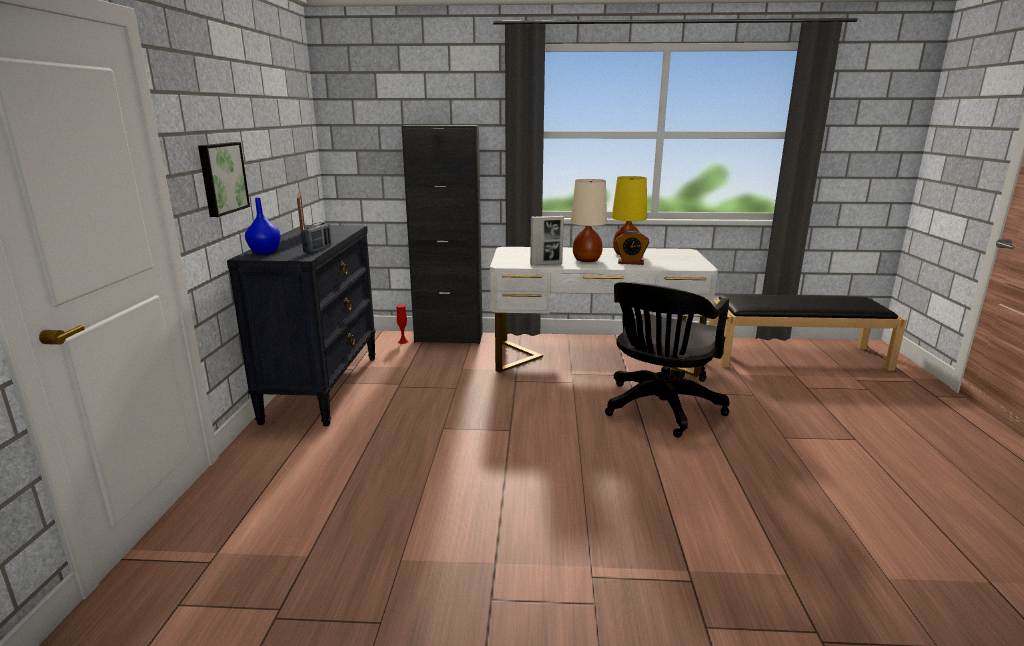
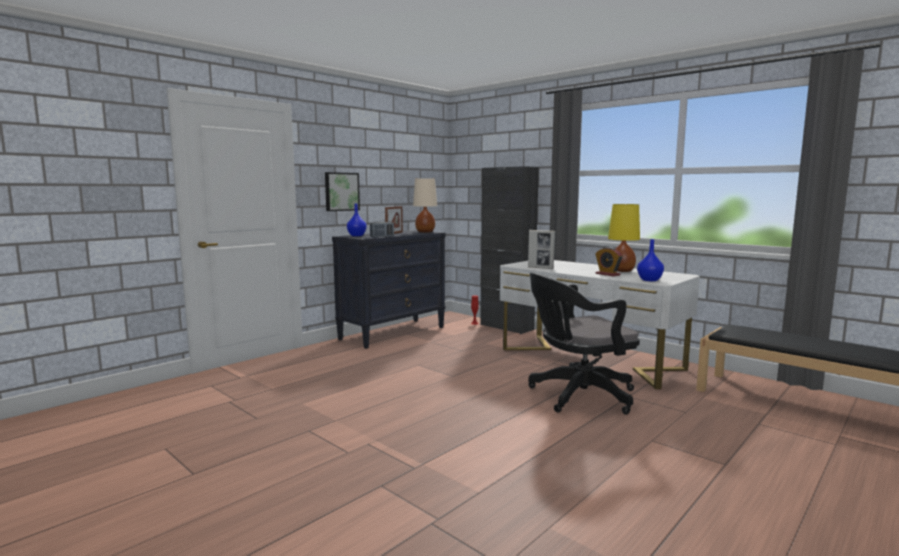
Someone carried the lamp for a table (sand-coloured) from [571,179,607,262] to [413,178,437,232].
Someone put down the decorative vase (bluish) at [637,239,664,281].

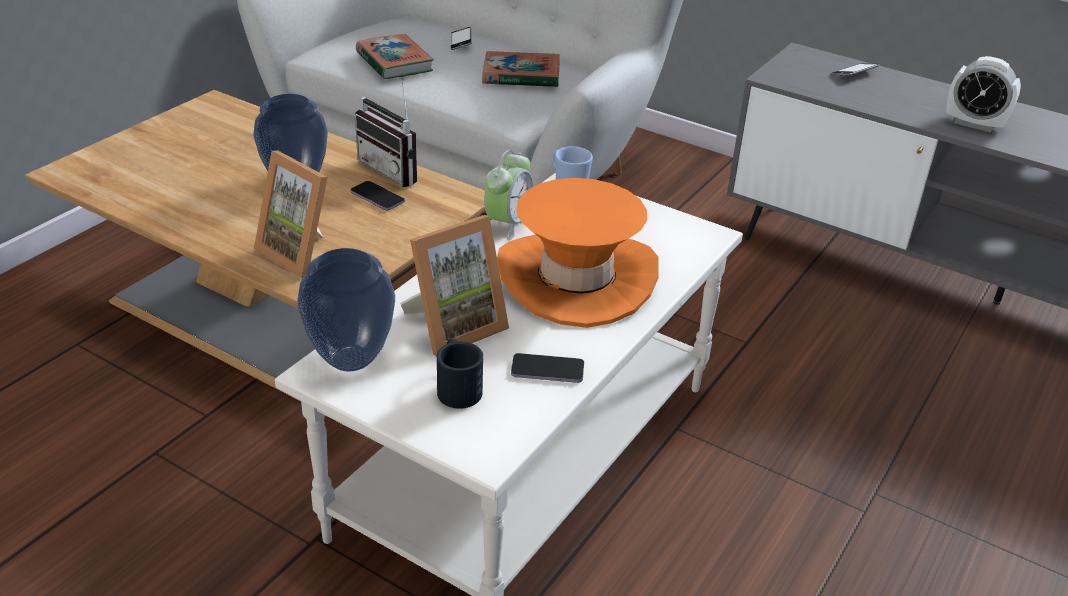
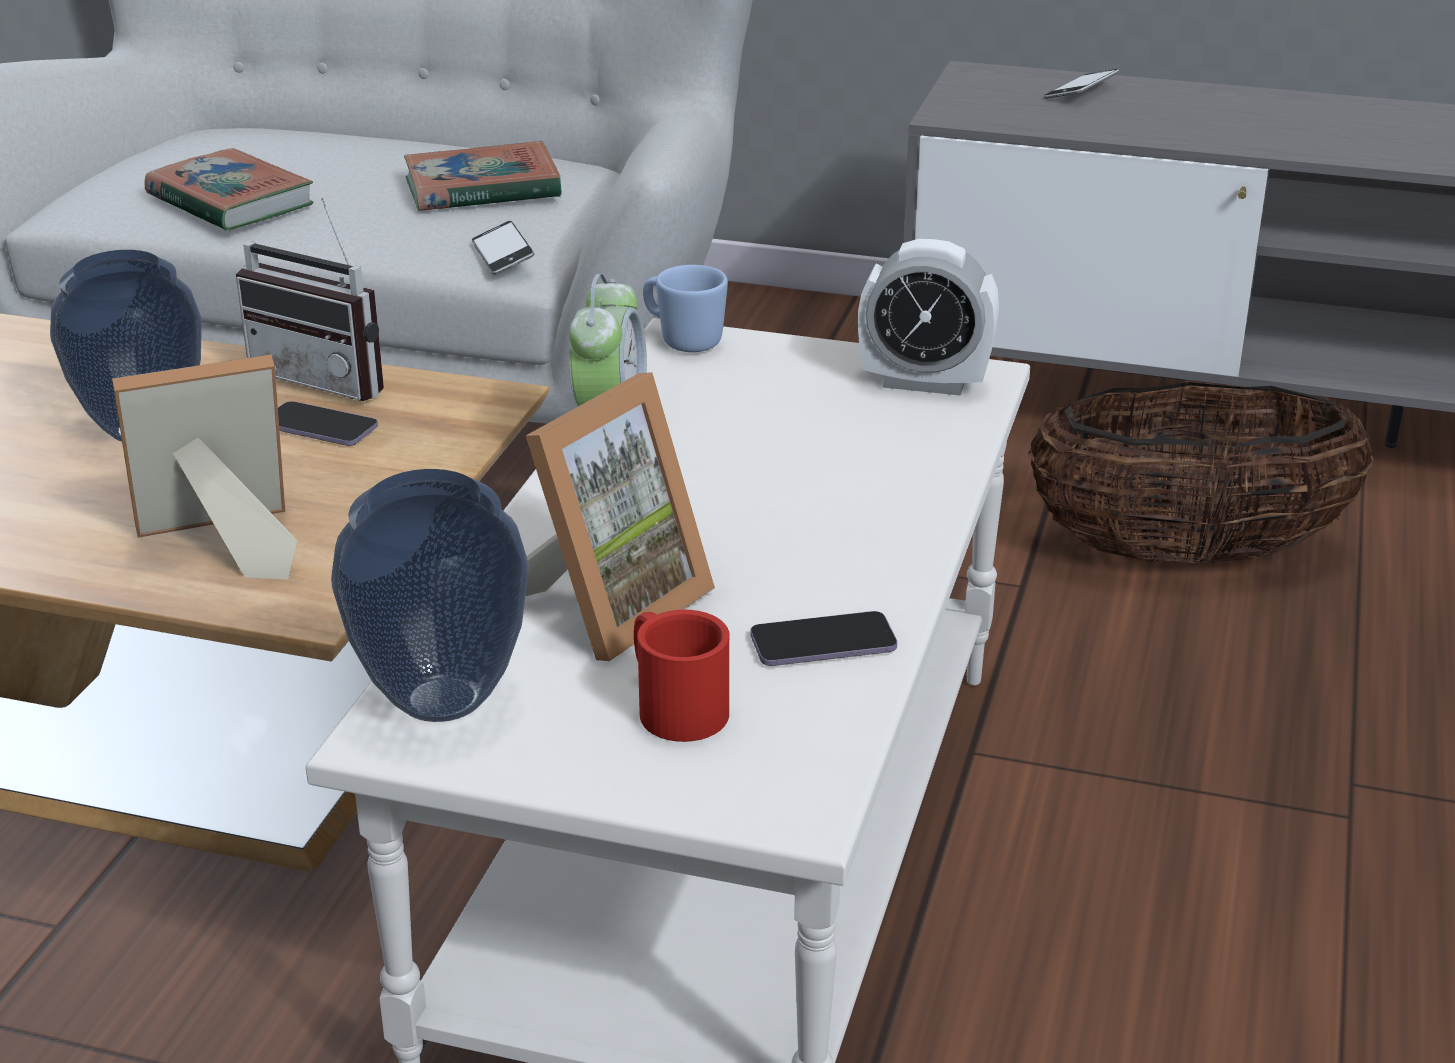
Someone rotated the photo frame at [254,151,328,278] by 135 degrees clockwise.
Someone carried the telephone from [451,27,471,50] to [472,221,534,274].
Someone repainted the coffee mug (blackish) at [437,338,483,409], which became the coffee mug (red) at [634,609,730,742].
Someone carried the bedside clock from [946,56,1021,133] to [858,239,999,396].
Someone put down the storage basket at [1028,382,1374,564].
Someone took away the wearable hat (orange-coloured) at [497,178,659,328].

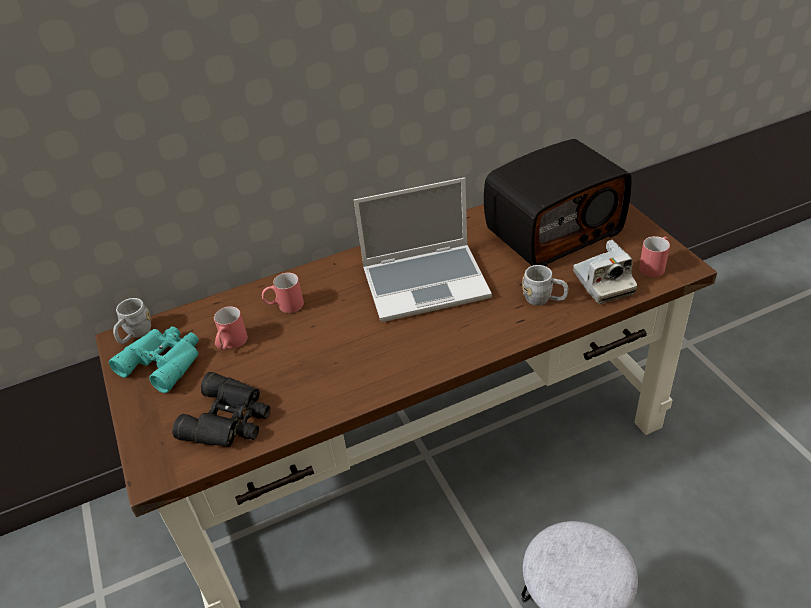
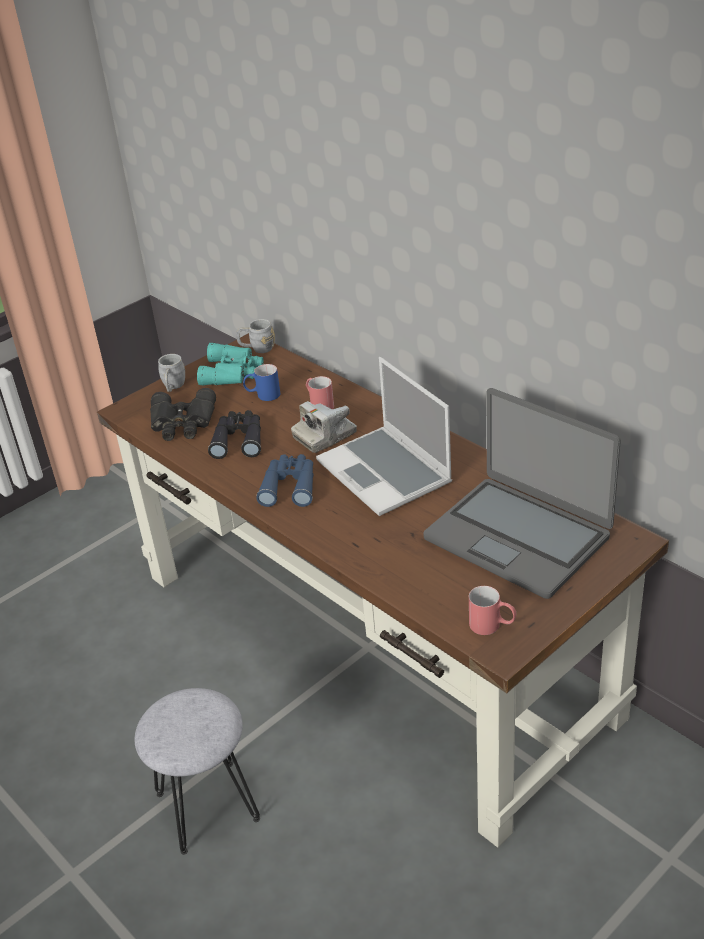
Someone carried the coffee mug (gray) from [522,265,568,306] to [158,354,185,392].
Someone put down the field glasses (blackish) at [208,410,261,459].
Someone repainted the coffee mug (red) at [214,306,248,350], which became the coffee mug (bluish) at [243,364,280,401].
Someone put down the field glasses (bluish) at [256,454,313,507].
Someone carried the still camera from [573,240,637,304] to [291,401,357,453].
Someone swapped the radio at [484,139,632,267] for the portable computer at [423,388,621,599].

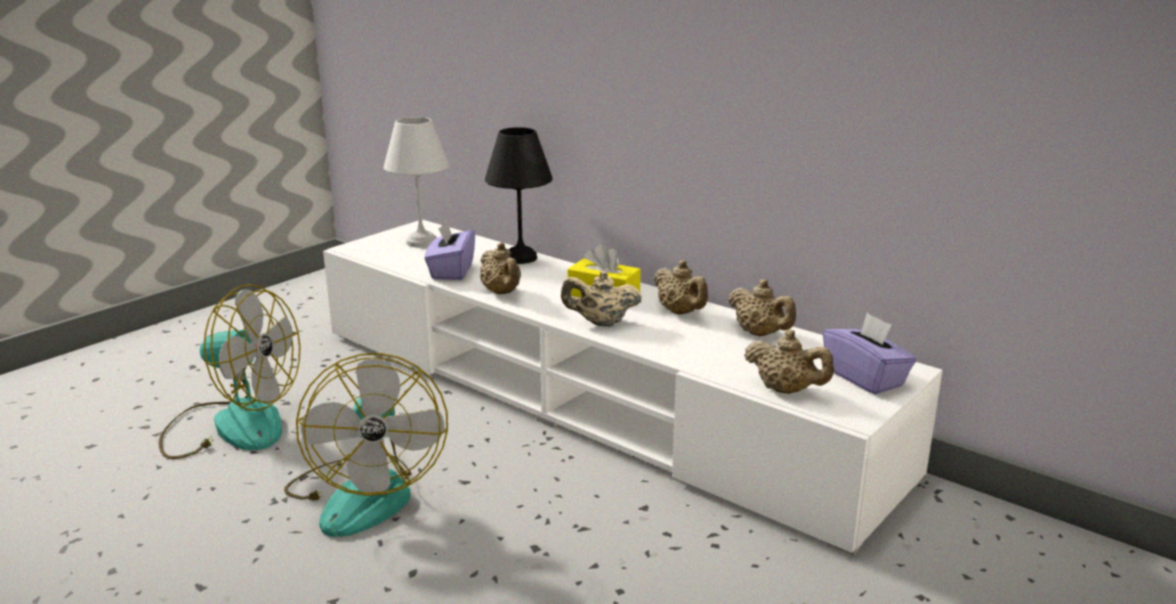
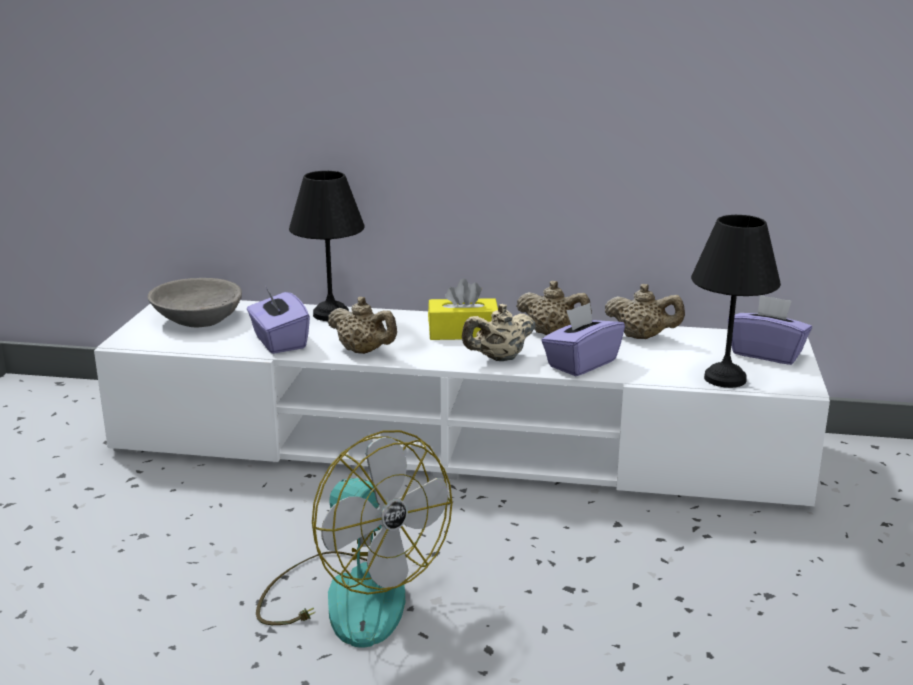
Someone swapped the lamp for a table (white) at [384,117,449,248] for the deep dish (gray) at [148,278,242,328].
Someone put down the tissue box (purple) at [541,303,625,376].
Someone swapped the tea pot (sand-coloured) at [744,330,834,394] for the lamp for a table (blackish) at [691,215,781,388].
Someone took away the fan at [159,284,300,459].

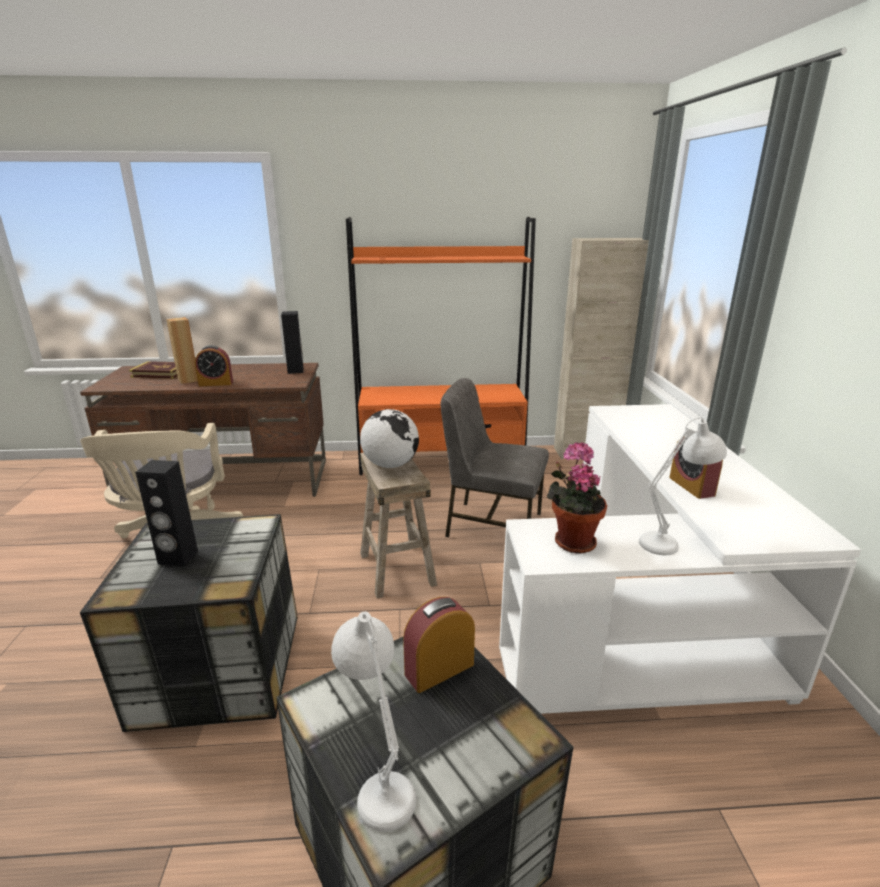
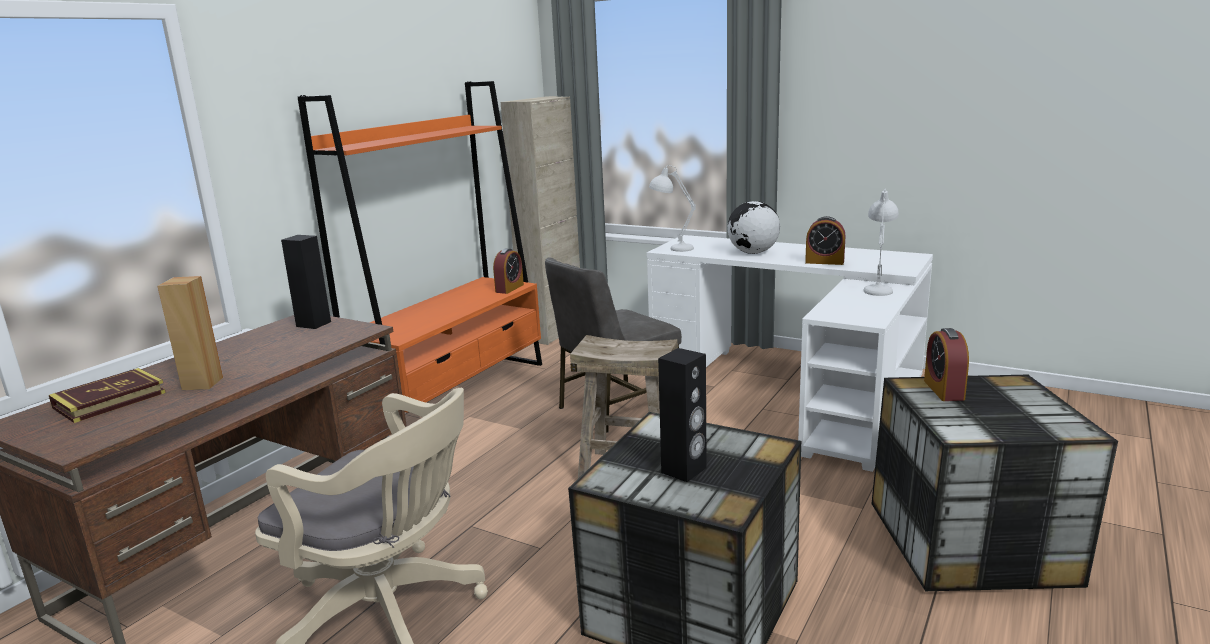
Someone carried the bedside clock from [195,345,233,386] to [493,248,524,294].
Someone carried the lamp for a table (white) from [331,612,417,832] to [649,165,696,252].
Someone carried the world globe from [360,409,419,468] to [728,201,780,254].
Someone took away the houseplant at [547,442,607,554].

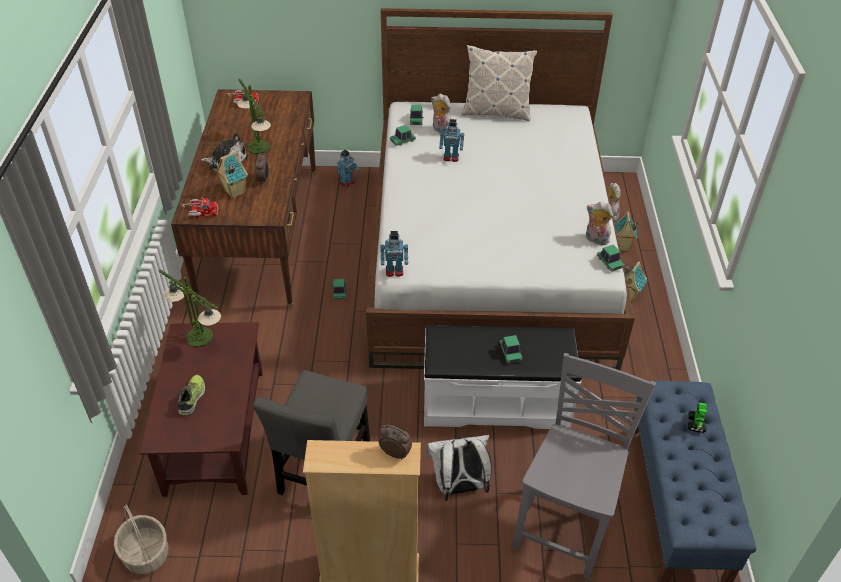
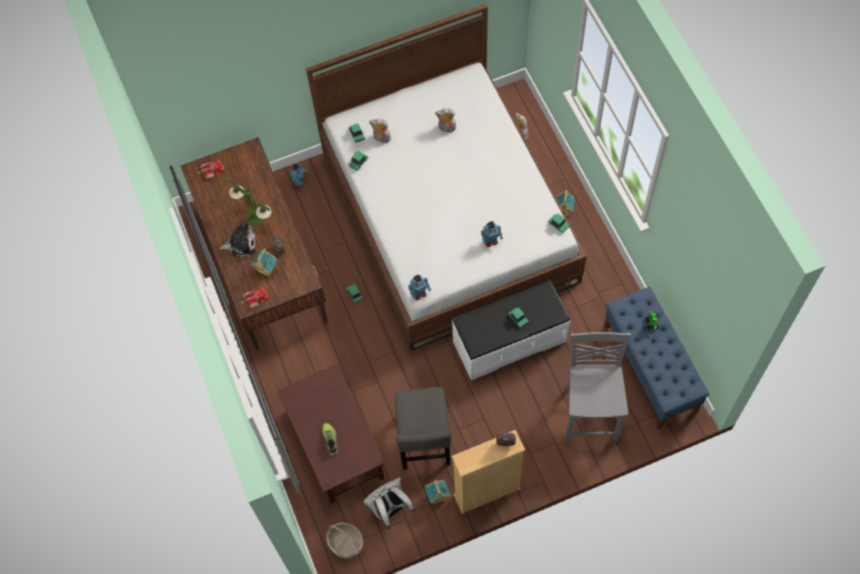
Someone carried the knapsack (white) from [427,435,492,501] to [363,477,414,529].
Someone carried the model house from [615,211,638,252] to [425,480,450,504].
Someone carried the cuddly toy from [586,202,613,245] to [435,108,456,132].
Someone carried the toy robot from [439,119,464,162] to [481,221,503,247].
Someone took away the lamp for a table at [159,269,221,347].
Someone took away the throw pillow at [461,45,537,121].

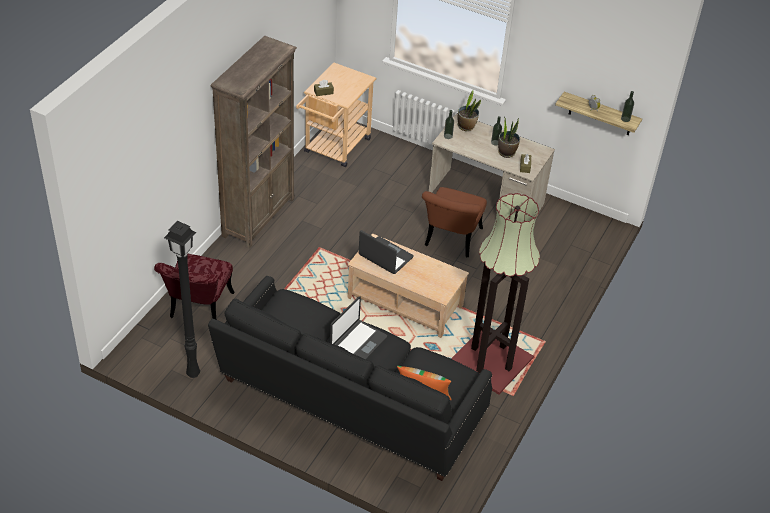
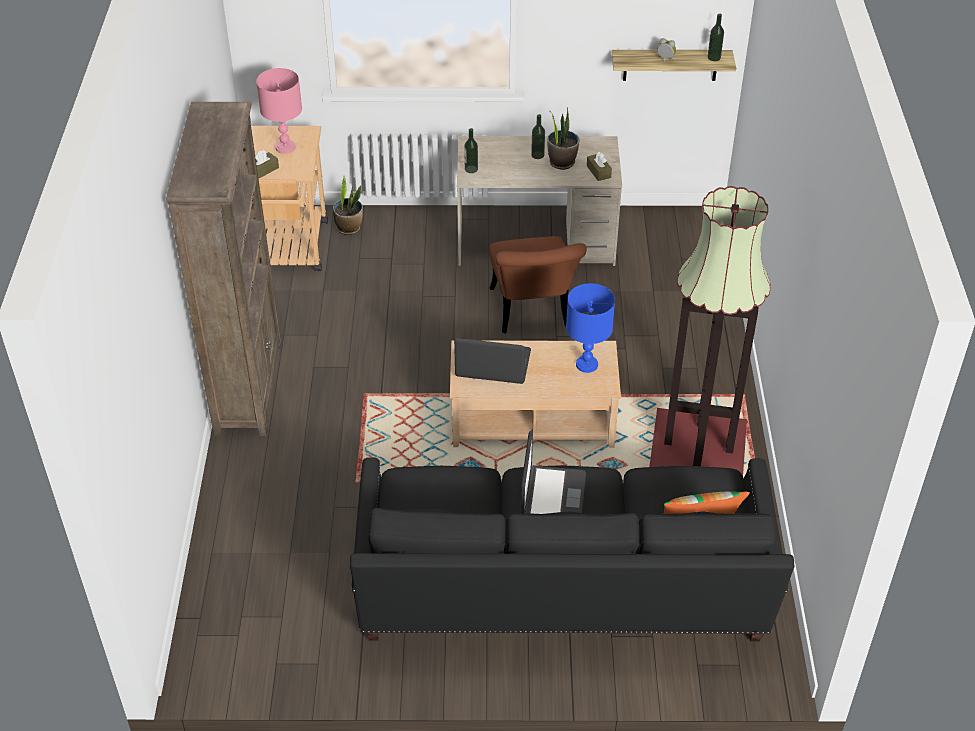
Someone put down the lamp for a table (pinkish) at [256,68,302,154].
Someone carried the houseplant from [458,90,481,131] to [333,176,363,235].
Someone put down the lamp for a table (bluish) at [566,283,615,373].
Someone took away the plain chair (red) at [154,254,235,319].
Someone took away the floor lamp (blackish) at [164,221,200,378].

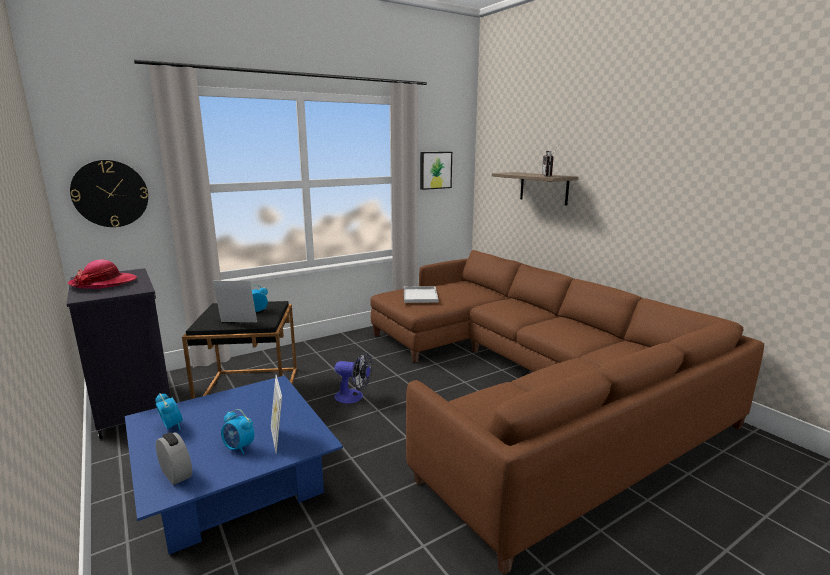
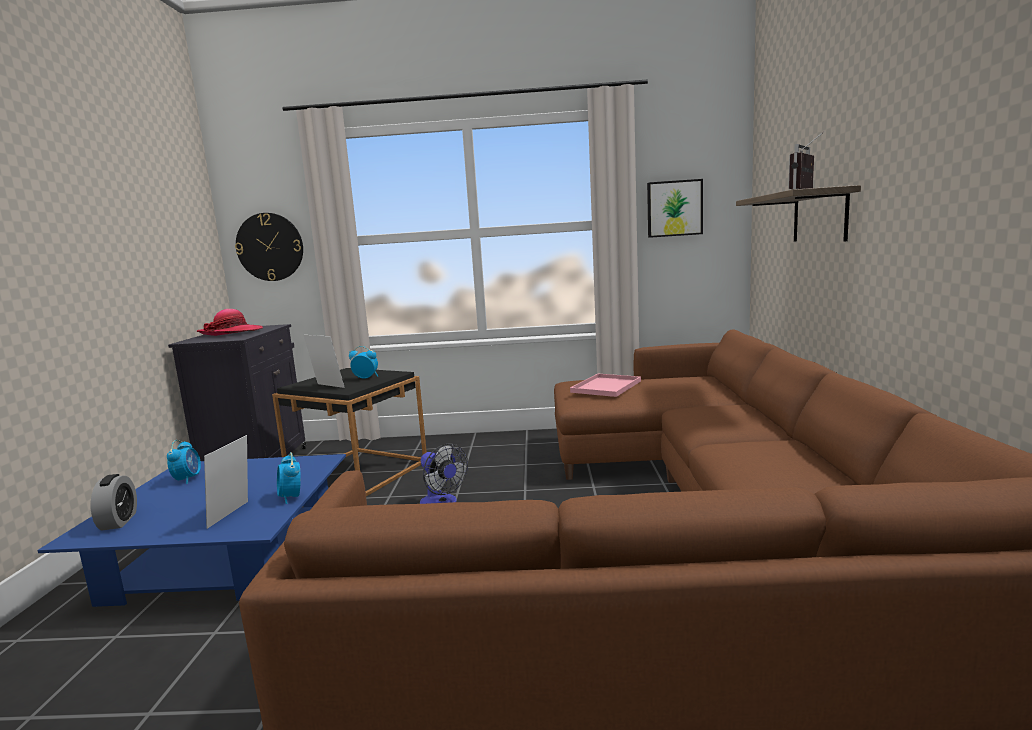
Someone carried the bedside clock from [221,409,254,454] to [277,452,301,504].
Someone repainted the serving tray (white) at [404,286,438,303], which became the serving tray (pinkish) at [570,374,641,397].

